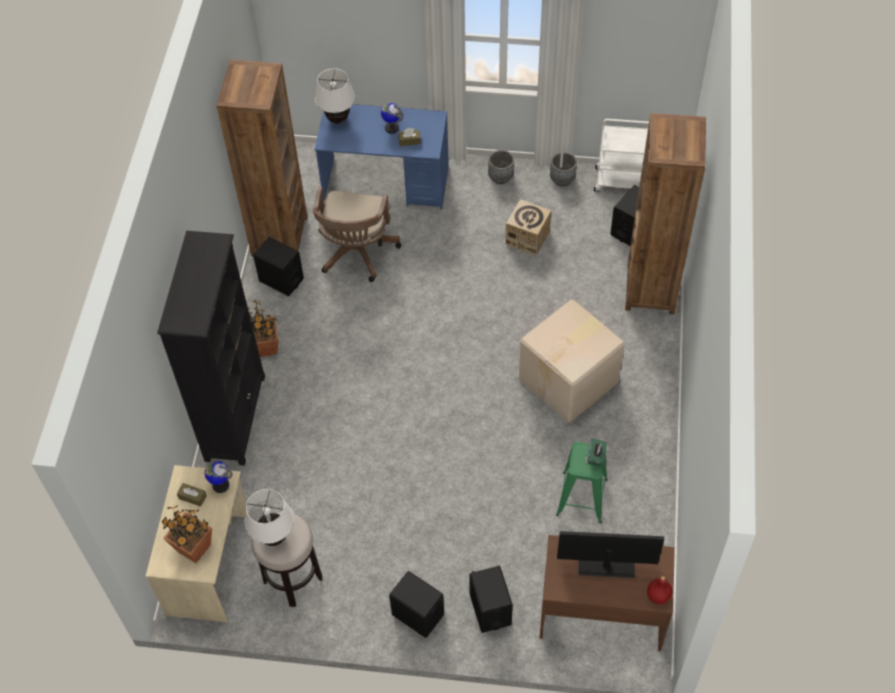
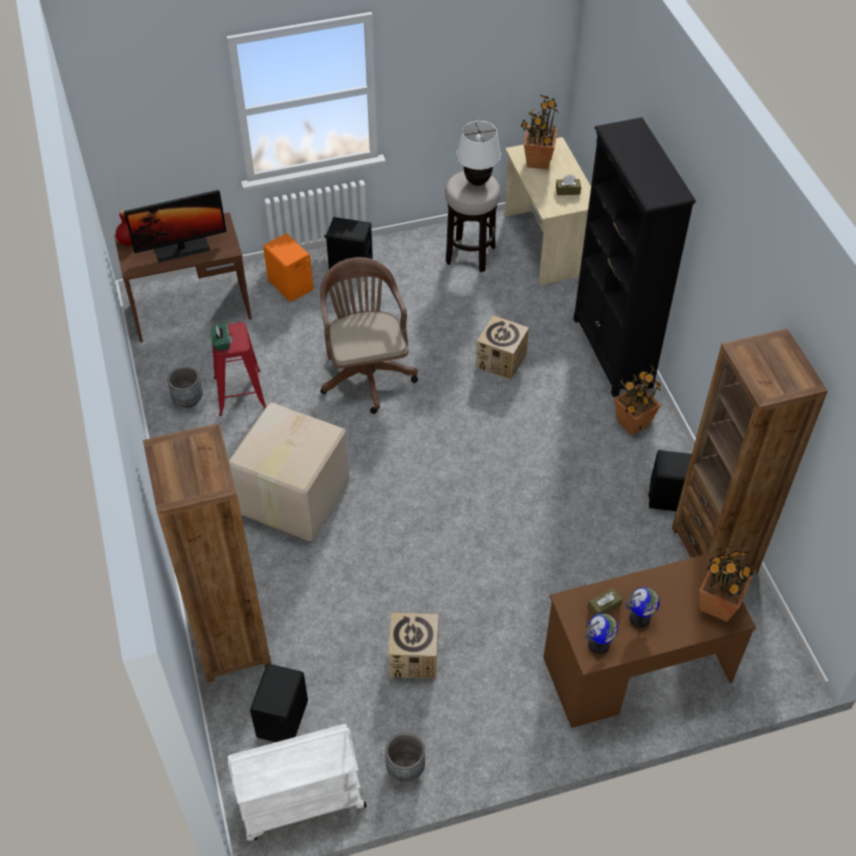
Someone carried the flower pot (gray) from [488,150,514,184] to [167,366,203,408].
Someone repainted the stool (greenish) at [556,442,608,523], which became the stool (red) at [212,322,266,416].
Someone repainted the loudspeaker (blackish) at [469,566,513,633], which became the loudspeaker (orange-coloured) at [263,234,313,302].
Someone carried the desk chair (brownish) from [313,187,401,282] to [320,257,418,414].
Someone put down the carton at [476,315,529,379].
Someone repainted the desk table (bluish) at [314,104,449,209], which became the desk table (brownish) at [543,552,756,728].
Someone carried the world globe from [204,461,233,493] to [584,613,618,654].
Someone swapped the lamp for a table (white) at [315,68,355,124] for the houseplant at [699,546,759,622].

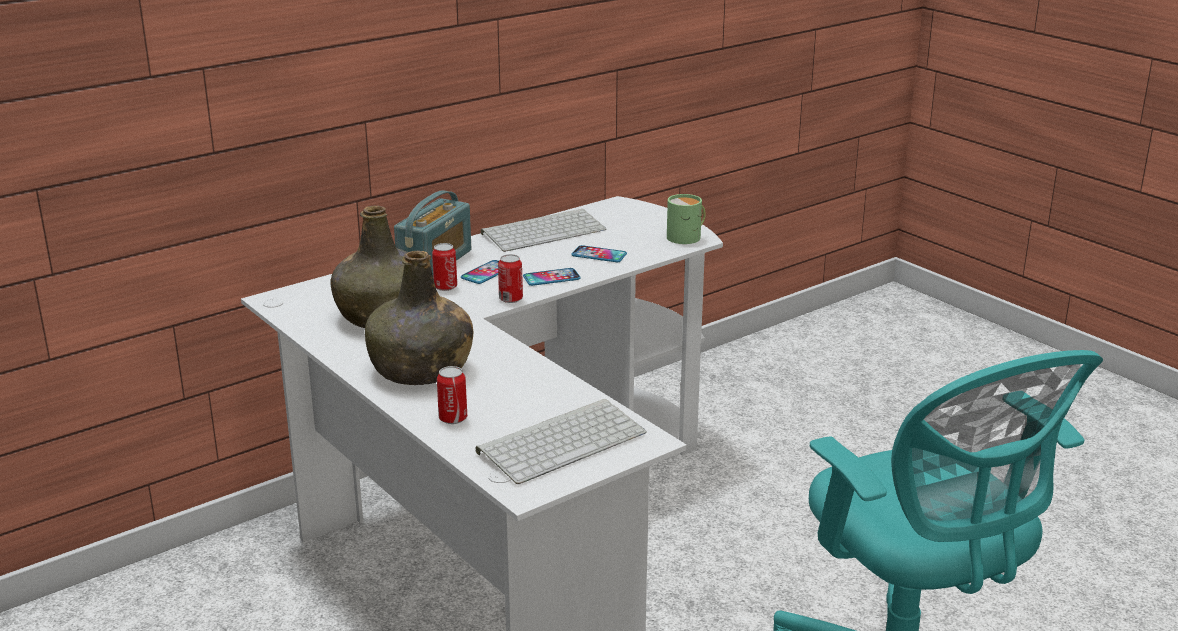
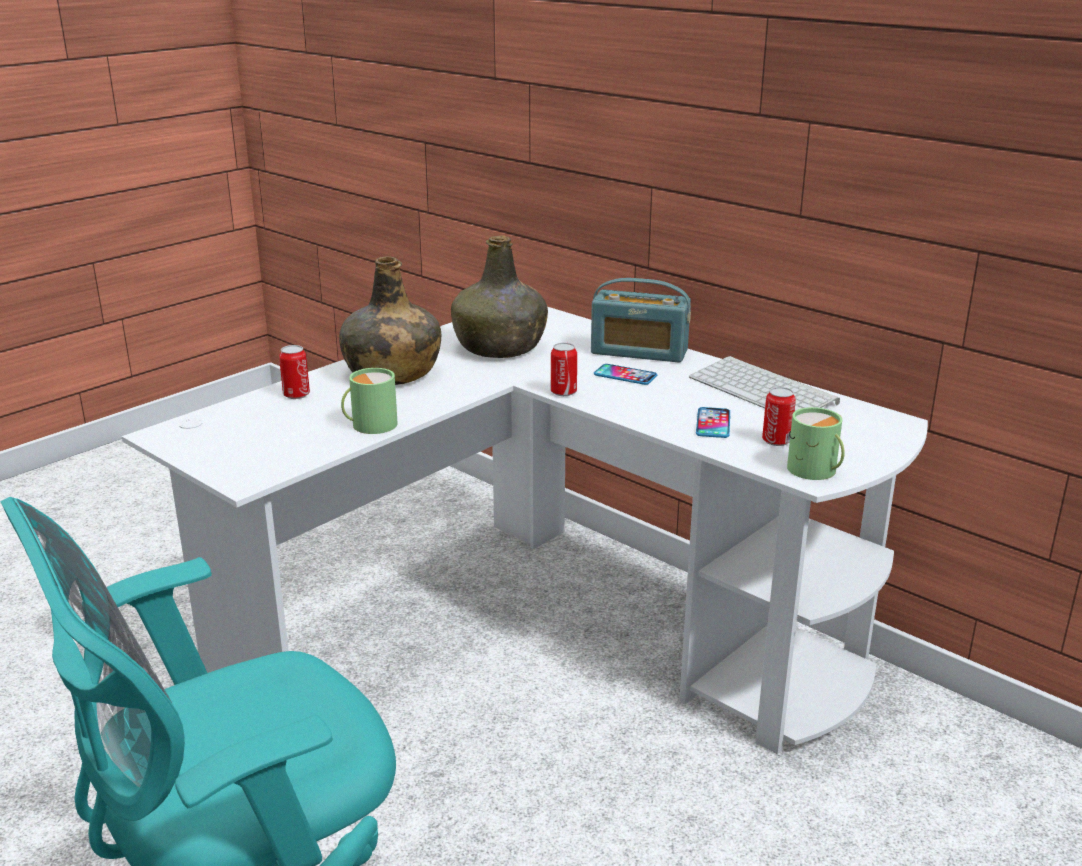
Someone put down the coffee mug (greenish) at [341,368,398,434].
Someone carried the sealed can from [432,243,457,291] to [762,387,796,446].
Someone took away the keyboard at [476,399,647,484].
Someone took away the telephone at [523,268,581,286].

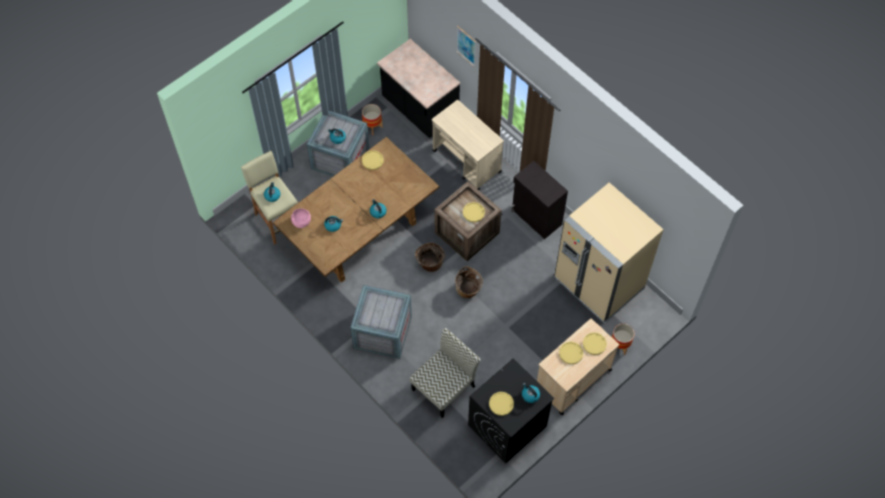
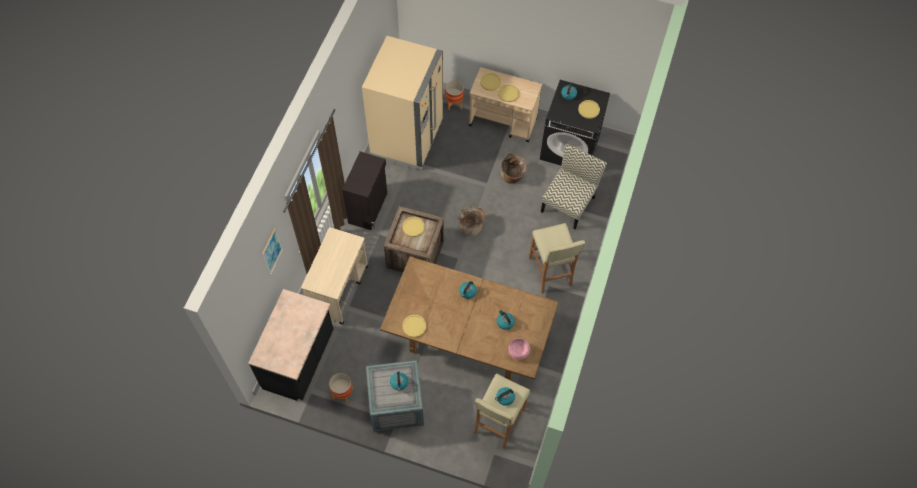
Someone carried the storage basket from [415,243,445,272] to [501,153,527,183].
Someone swapped the shipping crate at [350,285,412,359] for the stool (sand-coloured) at [529,223,585,293].
Someone rotated the plain chair at [410,328,481,418] by 105 degrees clockwise.

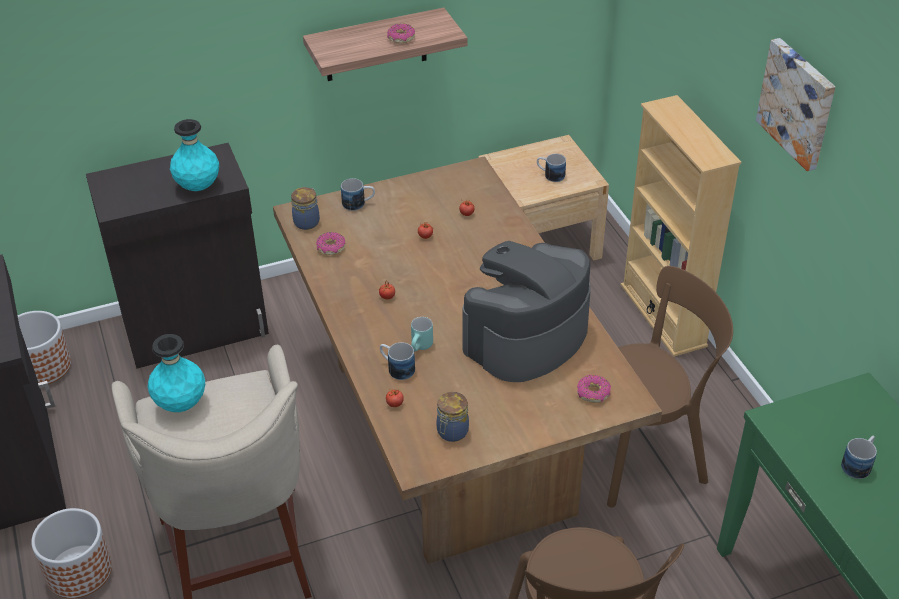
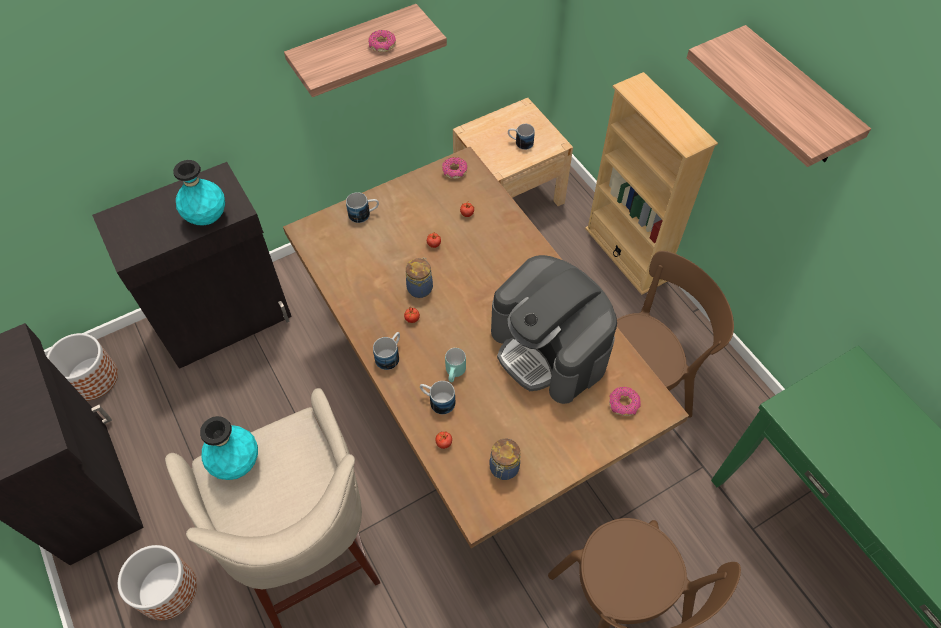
Someone carried the coffee mug from [841,436,877,479] to [373,332,400,370].
Someone carried the storage jar from [291,187,320,230] to [406,258,433,298].
Someone carried the ring doughnut from [316,232,346,255] to [442,157,468,179].
Someone rotated the coffee maker at [462,241,591,382] by 75 degrees counterclockwise.
Someone swapped the wall picture at [756,38,836,171] for the bracket shelf at [687,25,871,167].

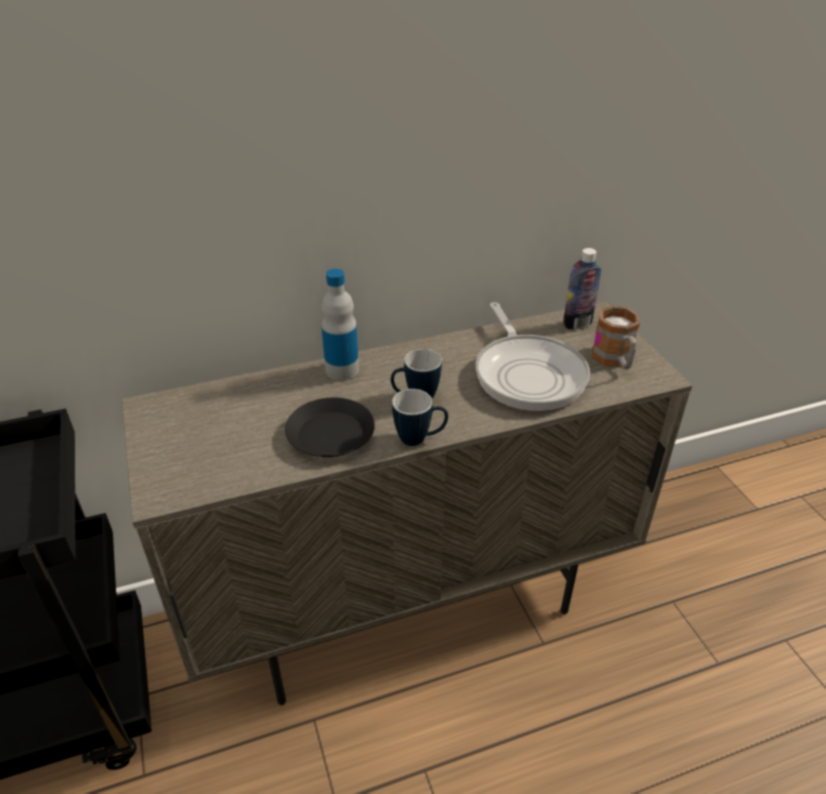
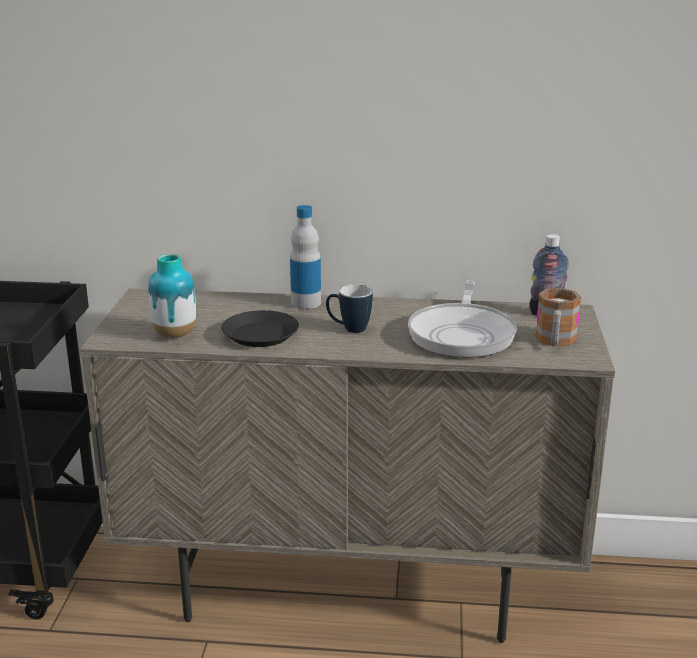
Someone put down the decorative vase at [148,254,196,338].
Someone took away the coffee mug at [392,389,448,446].

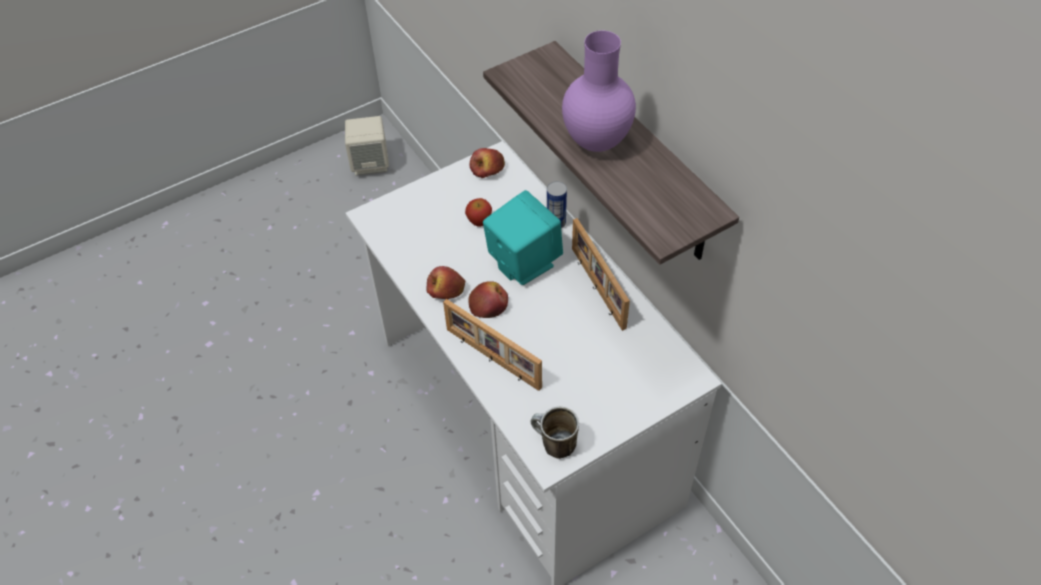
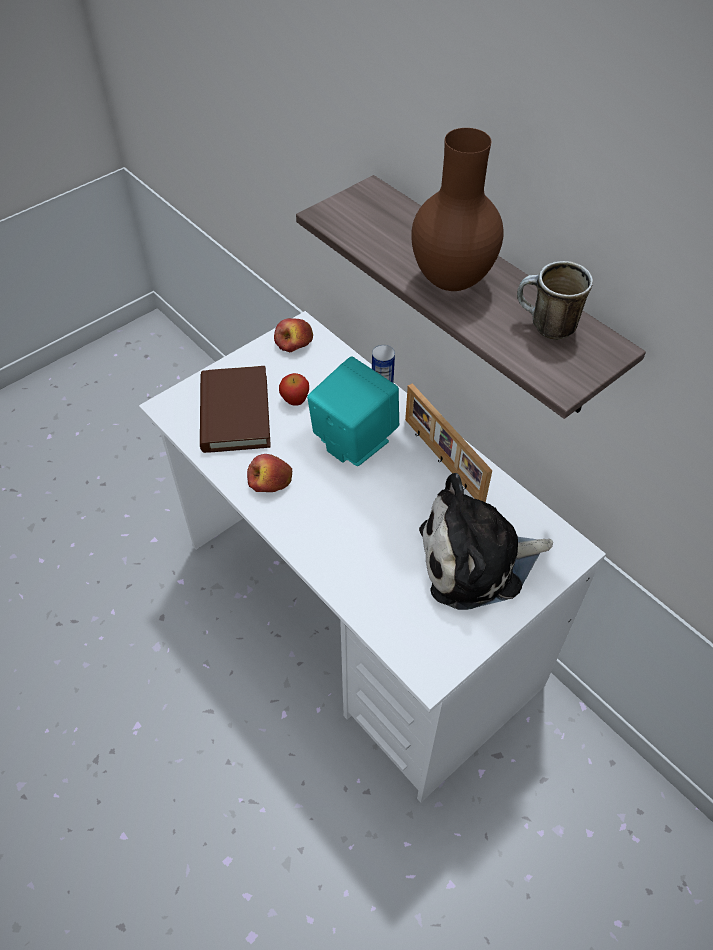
Someone put down the bound book (brownish) at [200,366,271,453].
Someone repainted the decorative vase (purple) at [562,31,636,152], which became the decorative vase (brownish) at [411,128,504,291].
Someone put down the cuddly toy at [419,473,553,610].
Someone carried the coffee mug from [531,407,579,459] to [517,261,593,340].
Someone took away the loudspeaker (sand-coloured) at [345,116,389,176].
Someone took away the photo frame at [443,299,542,391].
Someone took away the apple fruit at [468,281,508,318].

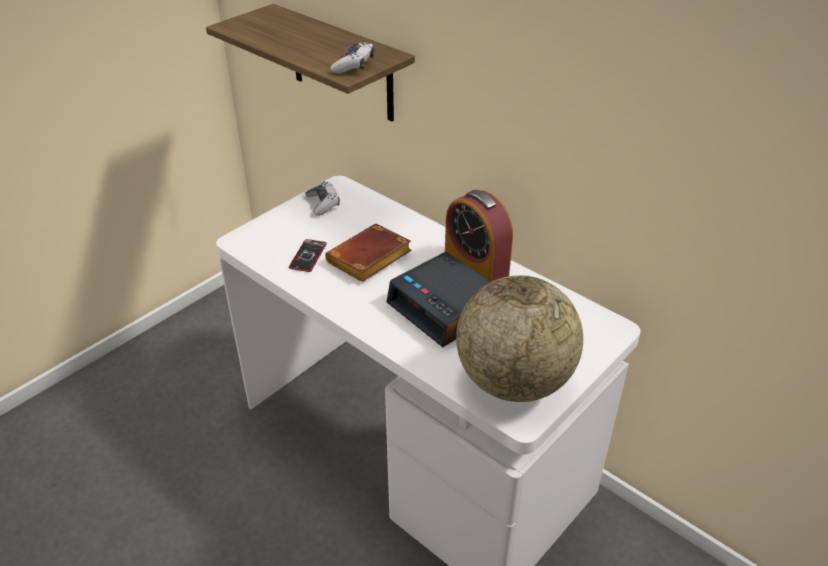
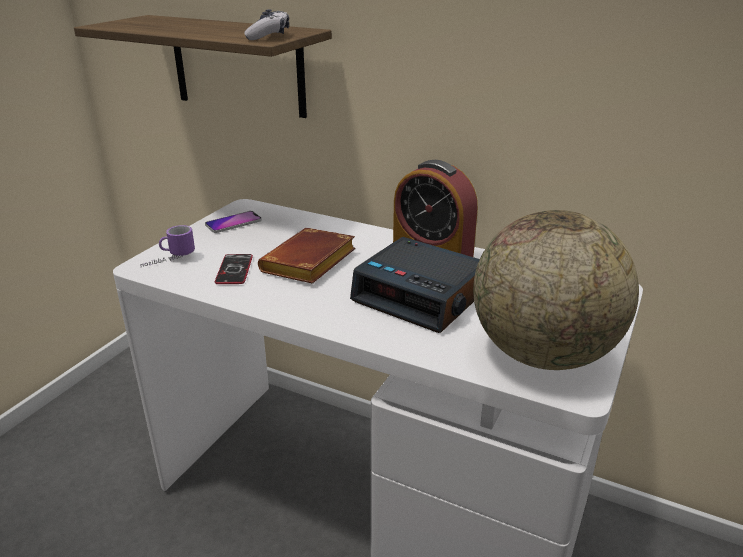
Someone put down the coffee mug at [140,225,195,267].
Someone swapped the game controller at [305,181,340,216] for the telephone at [205,211,262,233].

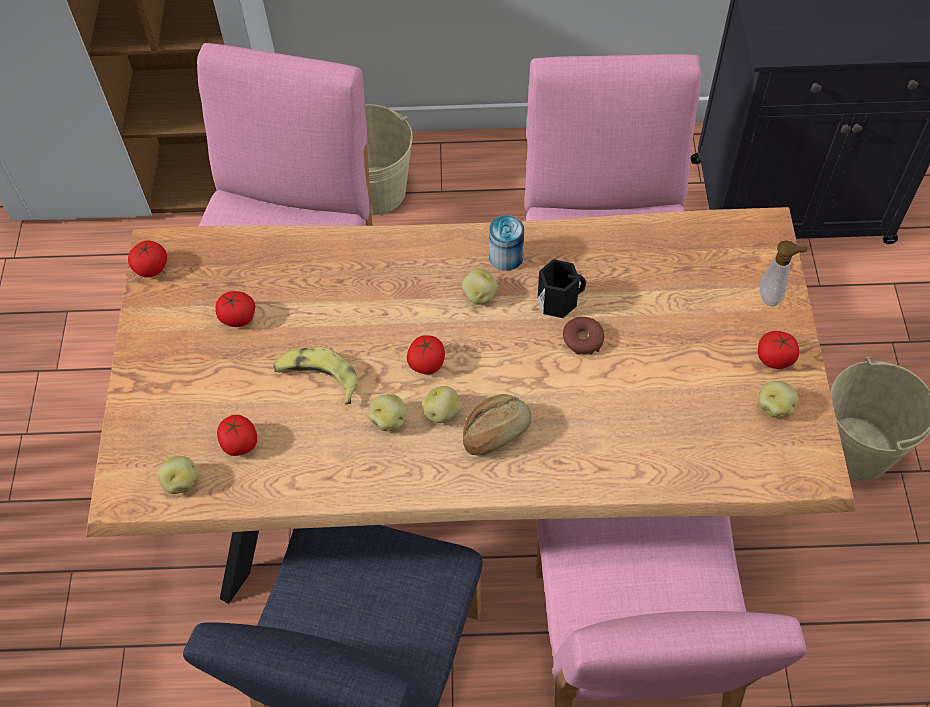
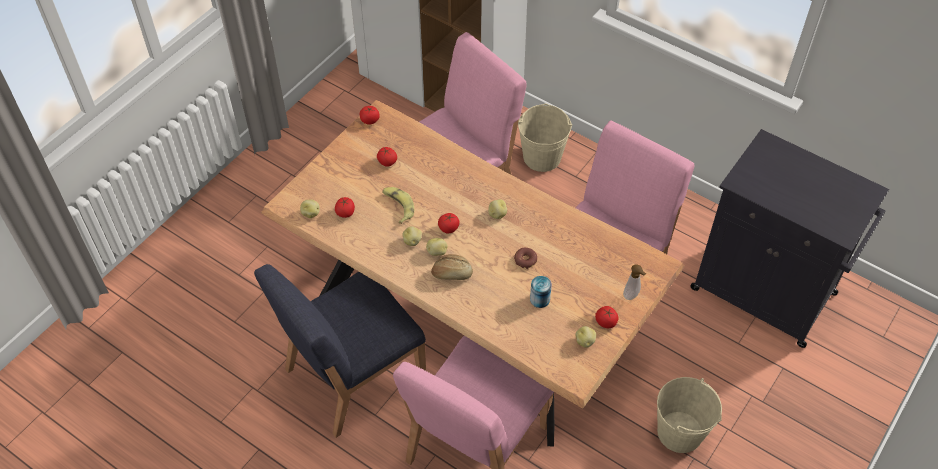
Someone carried the sealed can from [489,215,524,271] to [530,276,552,308].
Someone took away the coffee mug (blackish) at [538,259,587,318].

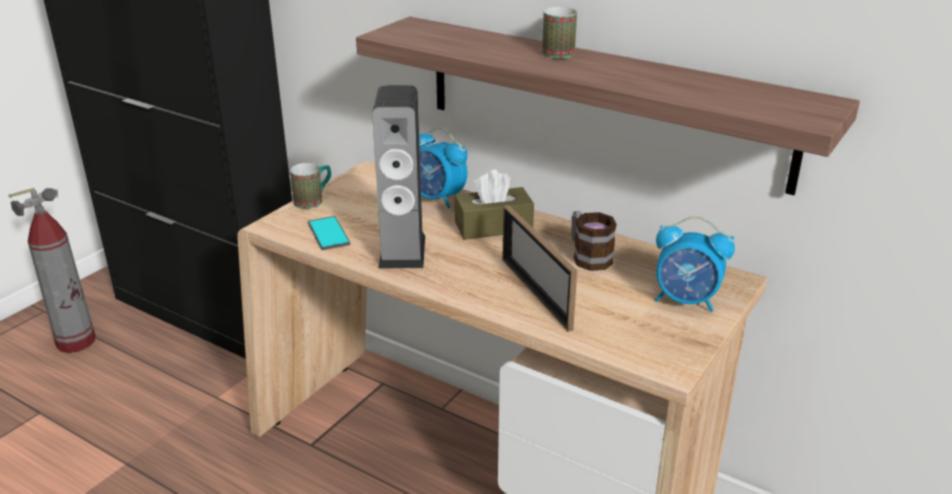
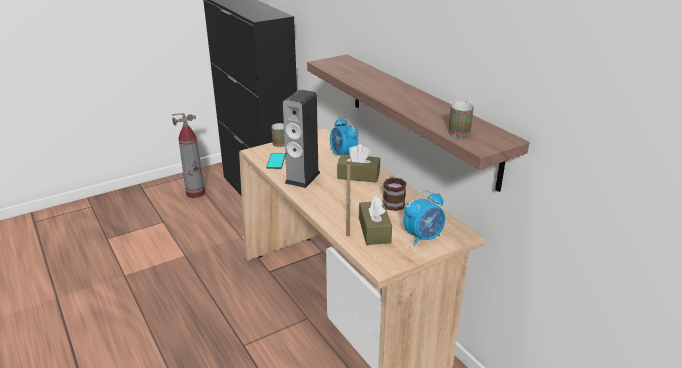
Someone put down the tissue box (brownish) at [359,195,392,245].
Someone rotated the bedside clock at [655,216,735,312] by 75 degrees counterclockwise.
Someone carried the coffee mug from [542,7,577,59] to [448,102,474,137].

